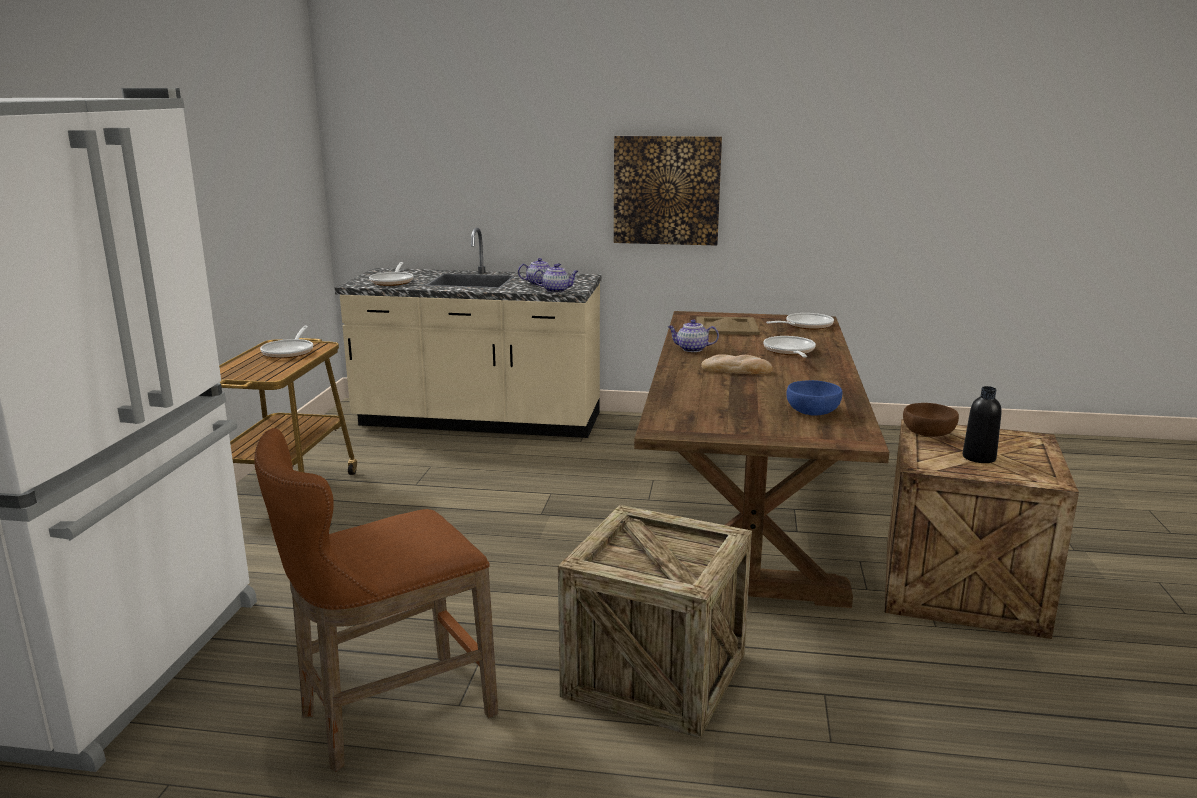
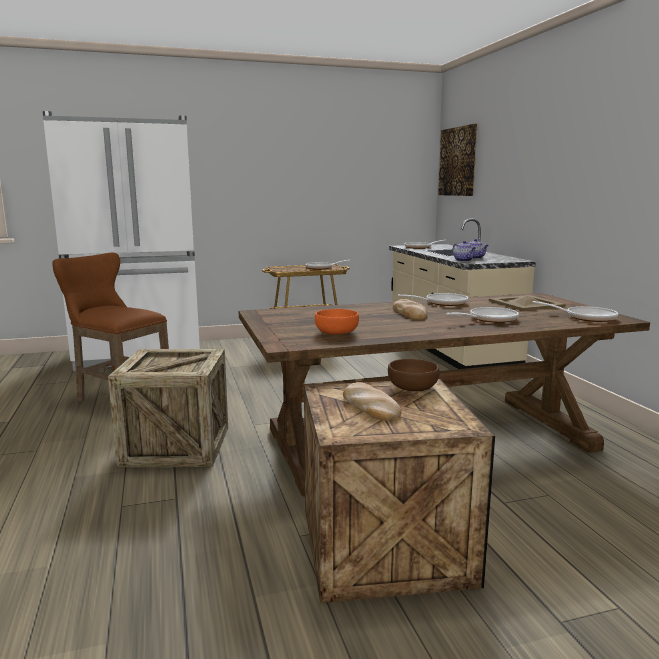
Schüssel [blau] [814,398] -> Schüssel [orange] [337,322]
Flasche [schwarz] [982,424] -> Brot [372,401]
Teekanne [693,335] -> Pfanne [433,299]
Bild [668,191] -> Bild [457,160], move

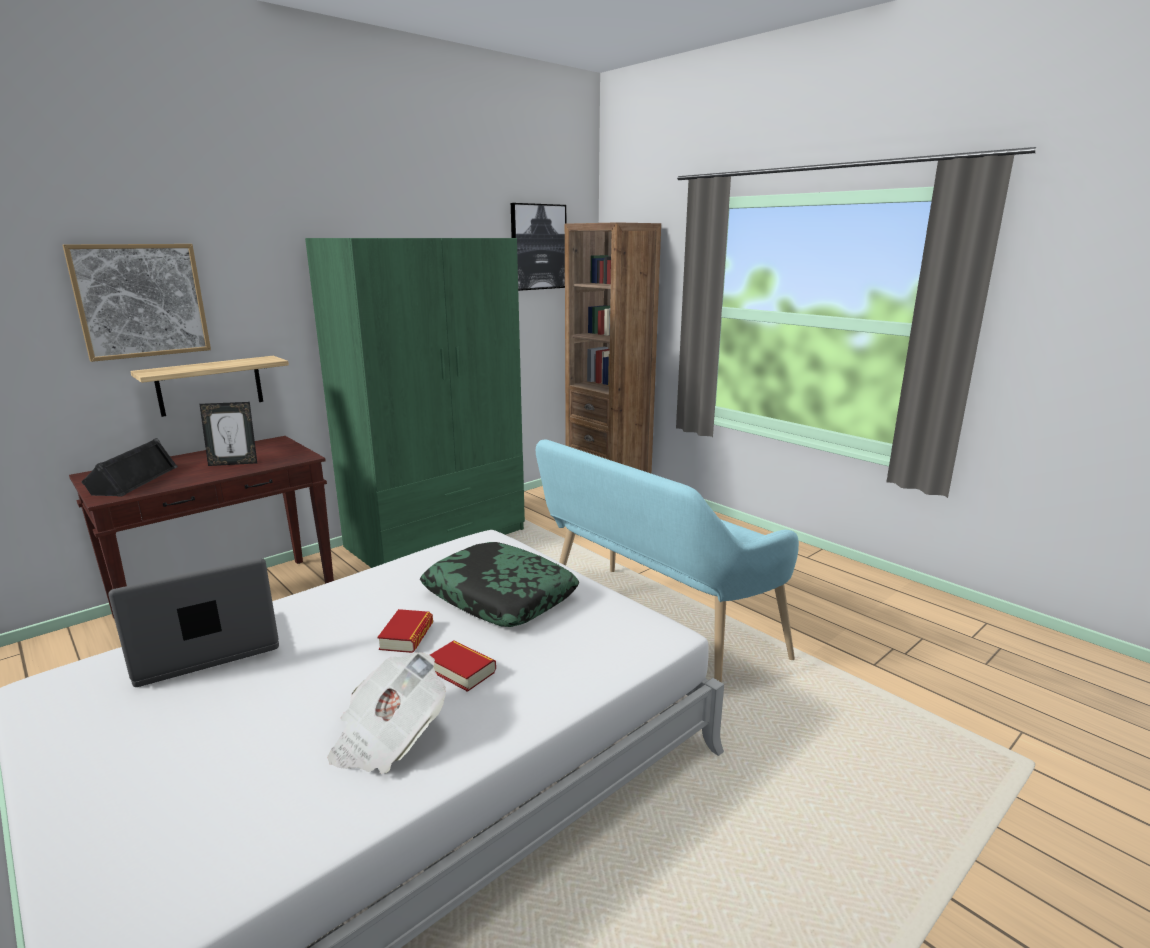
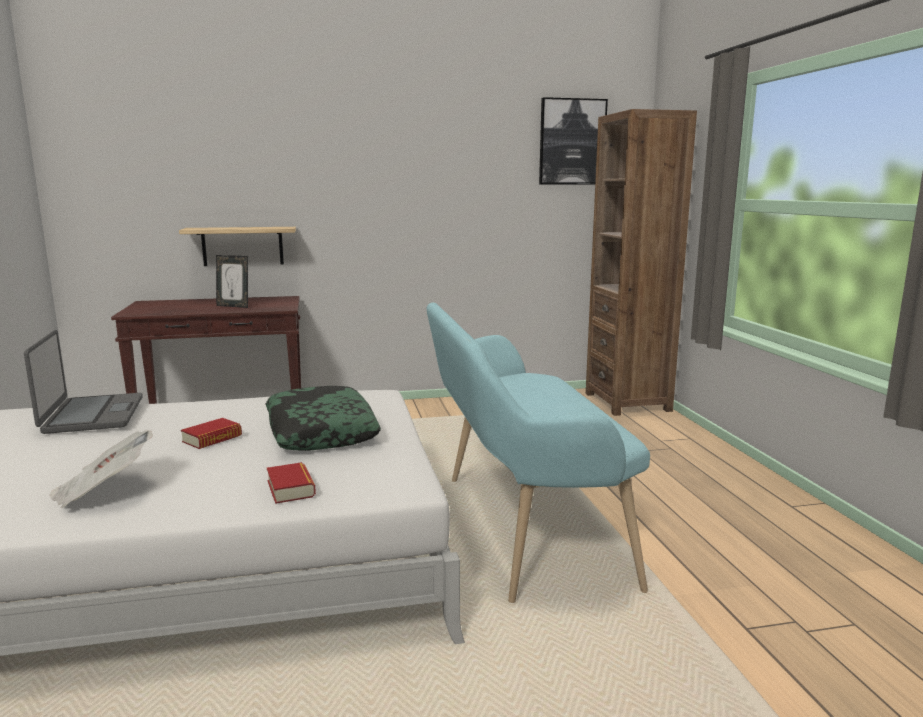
Laptop [193,622] -> Laptop [83,382], 75 degrees clockwise
Buch [463,666] -> Buch [291,483], move
Bild [136,303] -> none
Lautsprecher [schwarz] [130,467] -> none
Kleiderschrank [grün] [415,403] -> none

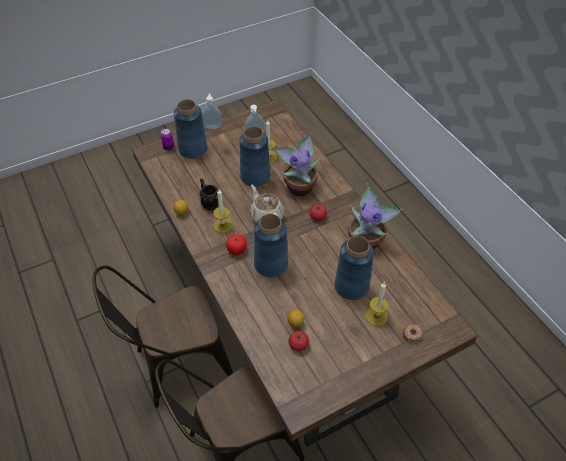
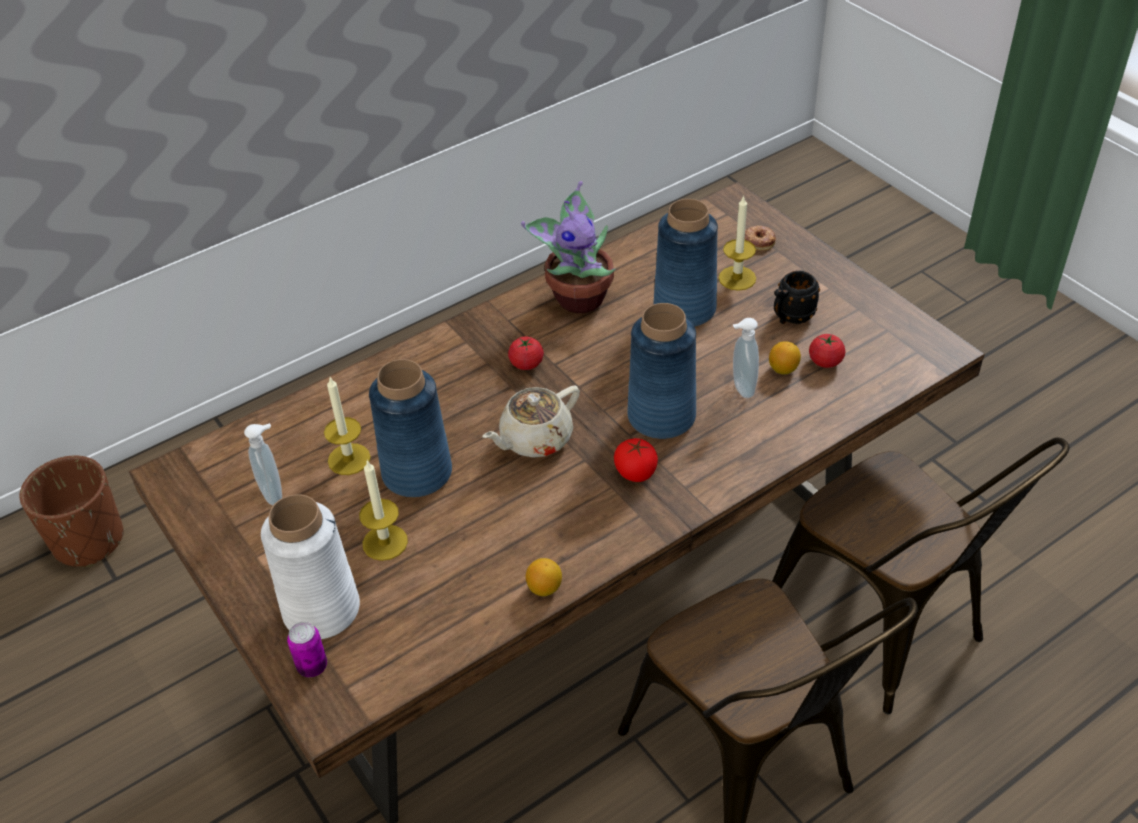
none -> Pflanzkübel [braun] [71,511]
Vase [blau] [191,129] -> Vase [weiß] [310,566]
Kerze [223,211] -> Kerze [383,510], move
Seifenspender [212,111] -> Seifenspender [746,358], move
Henkelbecher [schwarz] [209,194] -> Henkelbecher [schwarz] [797,297], move
Topfpflanze [296,165] -> none

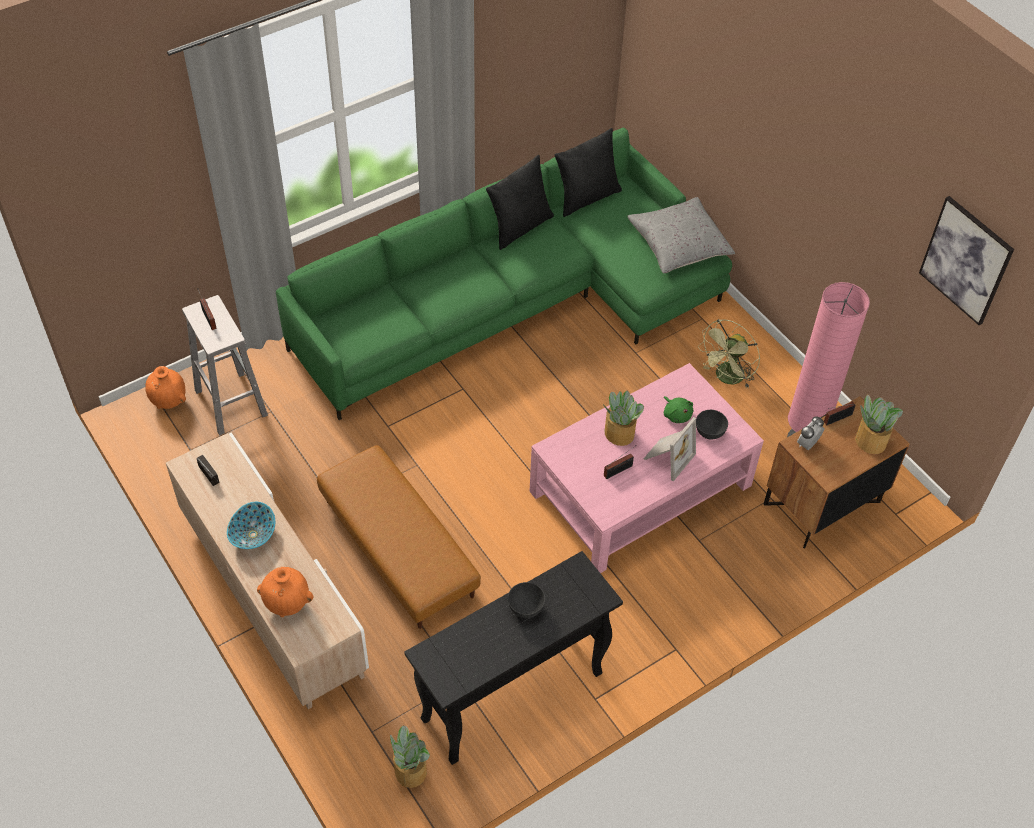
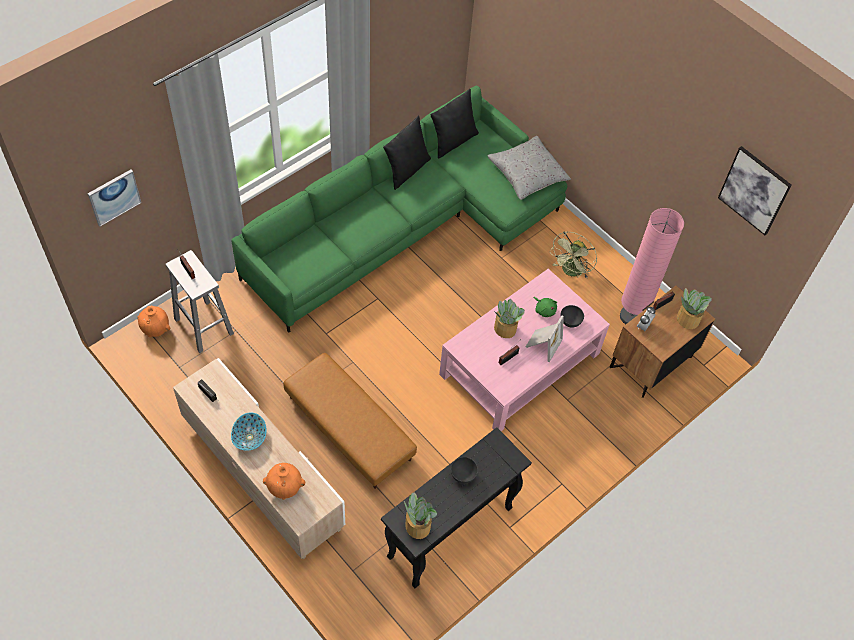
none -> Bild [115,198]
Topfpflanze [410,756] -> Topfpflanze [420,515], move

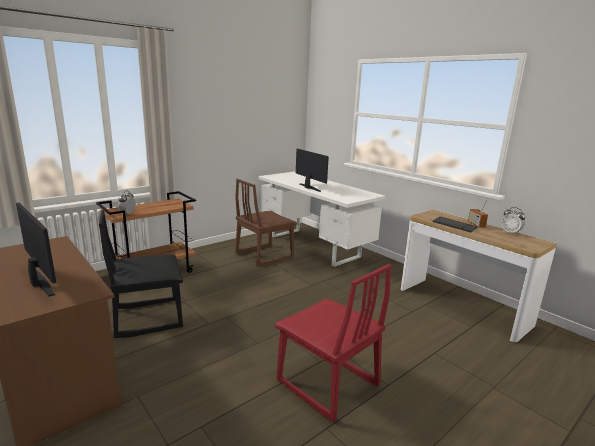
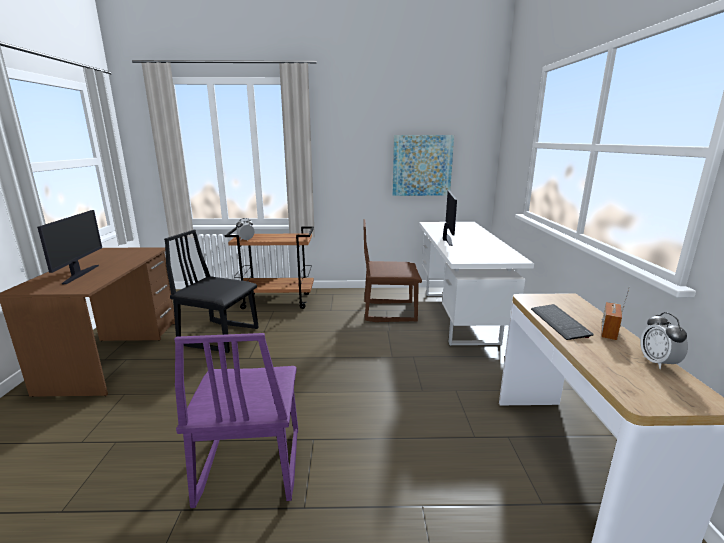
Stuhl [rot] [333,343] -> Stuhl [lila] [236,420]
none -> Bild [423,165]

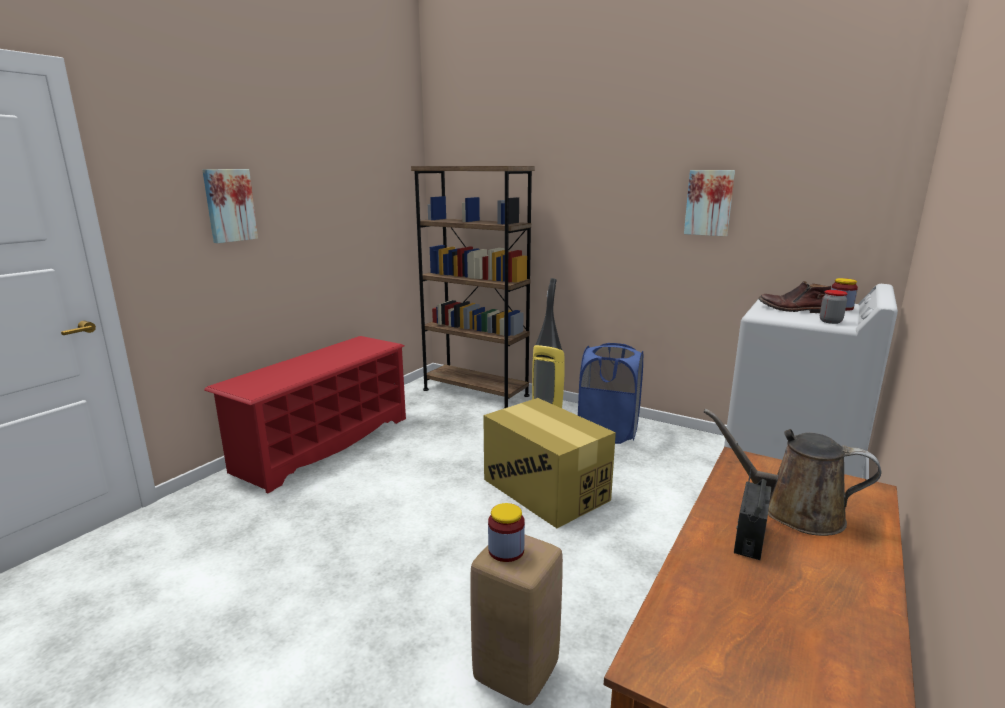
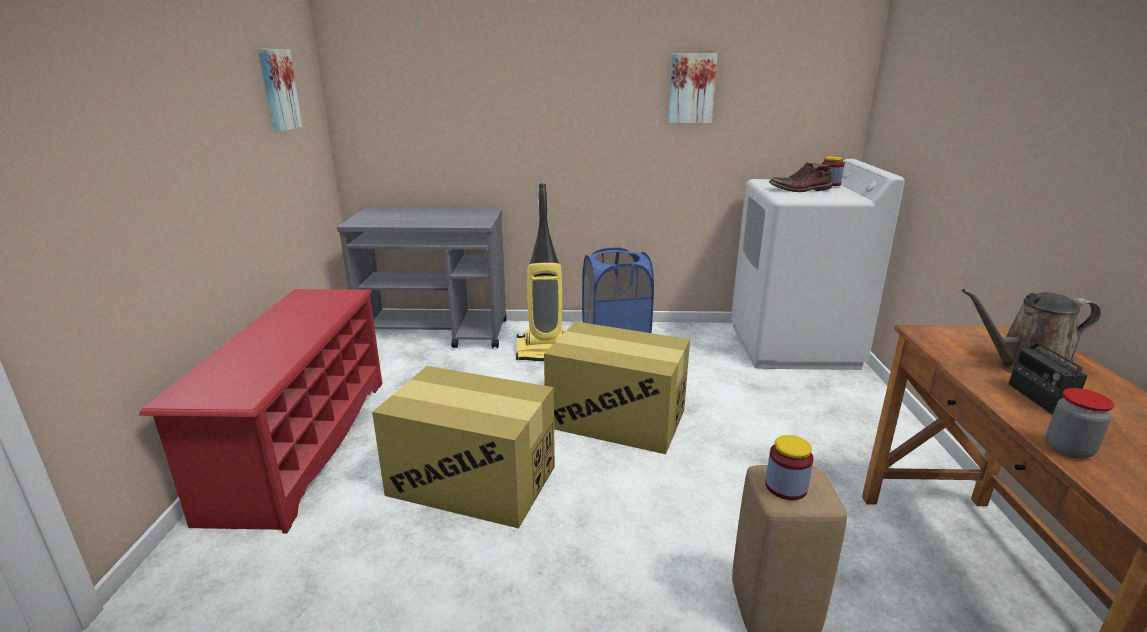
Bild [230,206] -> Bild [280,90], move
Bücherregal [braun] [473,287] -> Rollwagen [grau] [421,278]
none -> Karton [463,447]
Vorratsglas [834,307] -> Vorratsglas [1080,423], move

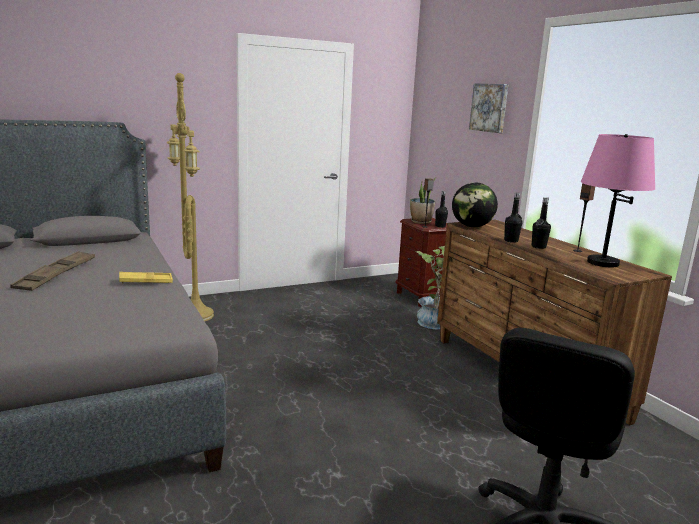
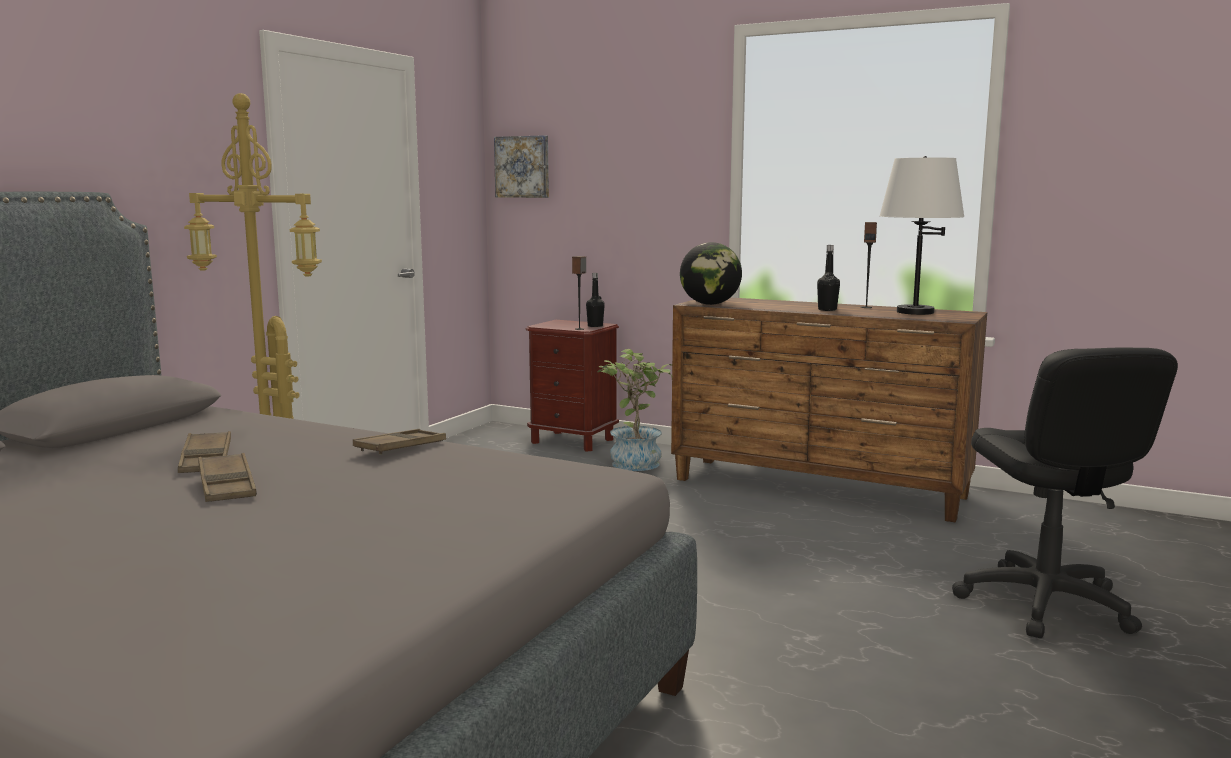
Tablett [gelb] [146,278] -> Tablett [braun] [399,442]
Bild [488,108] -> Bild [521,166], move
Tischlampe [rosa] [618,201] -> Tischlampe [weiß] [922,235]
Topfpflanze [423,201] -> none
Flasche [schwarz] [513,218] -> none

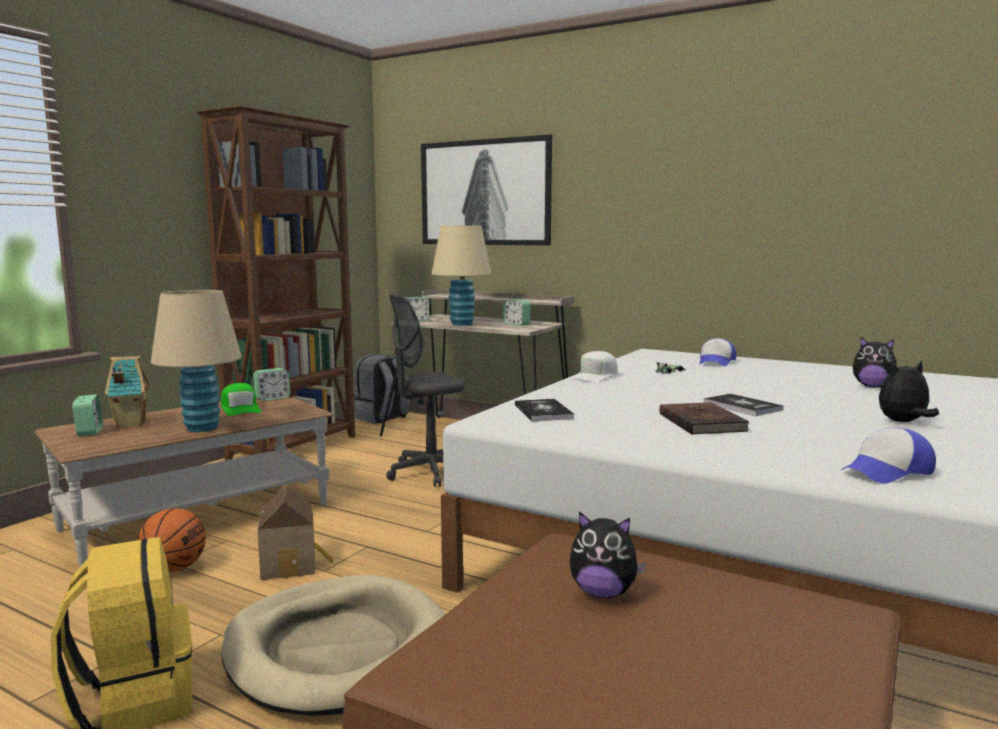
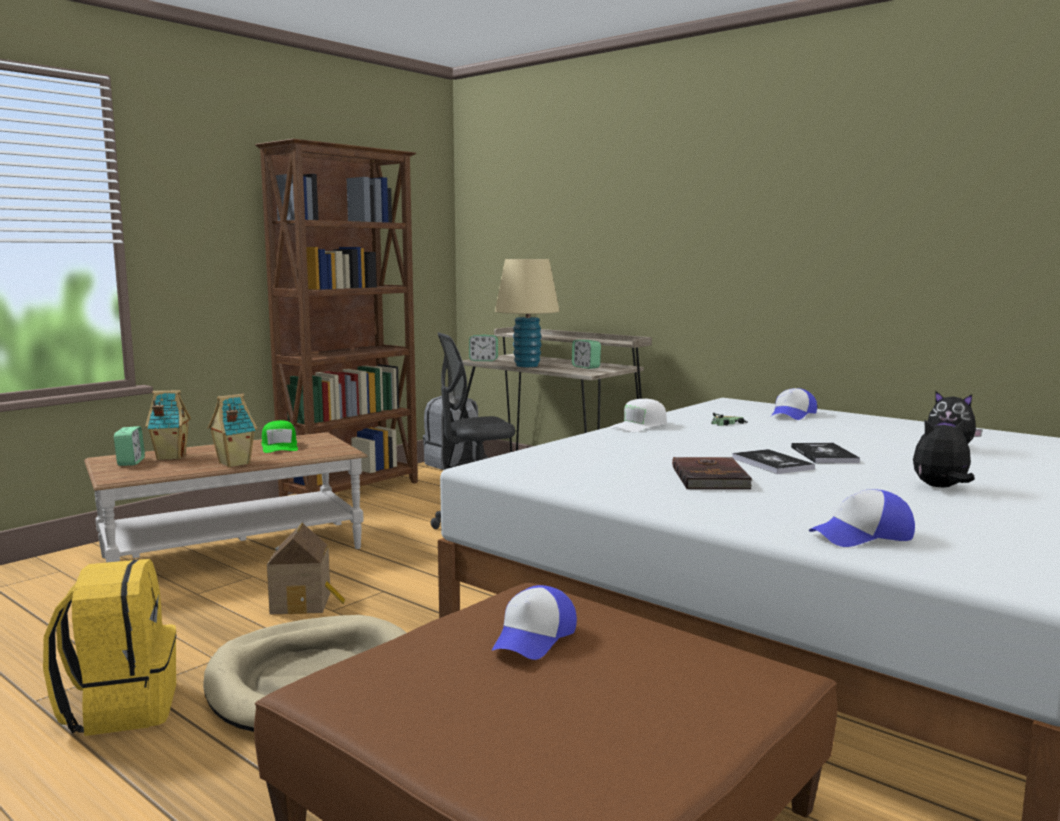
Tischlampe [beige] [196,361] -> Spielzeughaus [232,430]
Plüschtier [608,555] -> Kappe [534,622]
Buch [544,410] -> Buch [825,453], move
Basketball [172,540] -> none
Wecker [271,384] -> none
Bild [486,189] -> none

